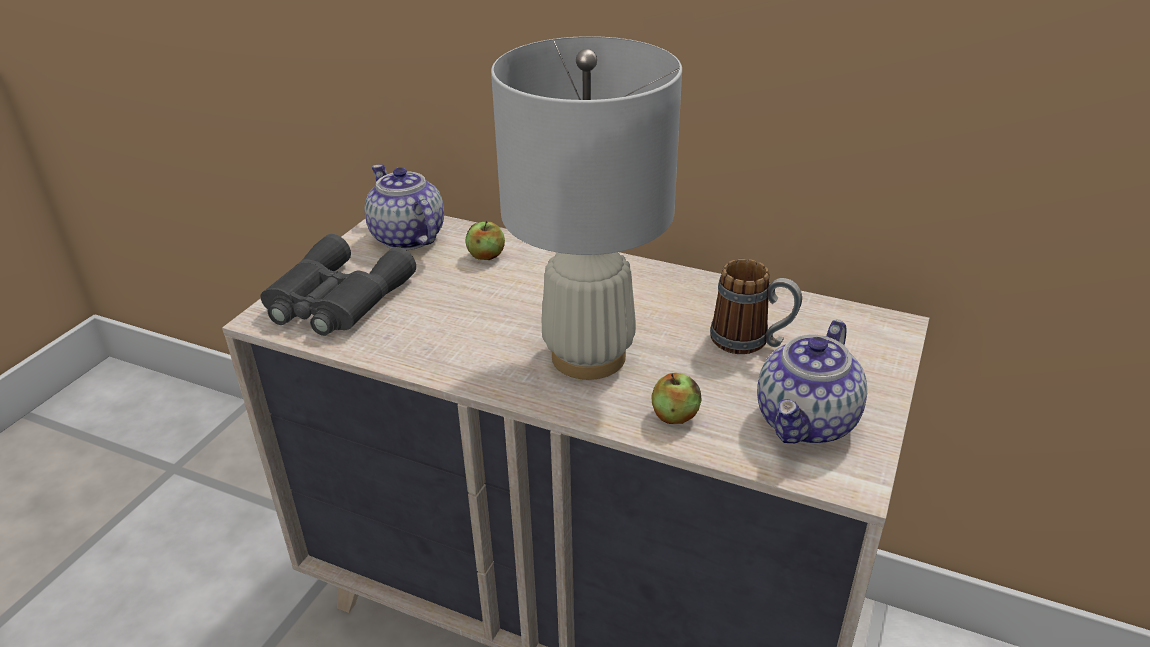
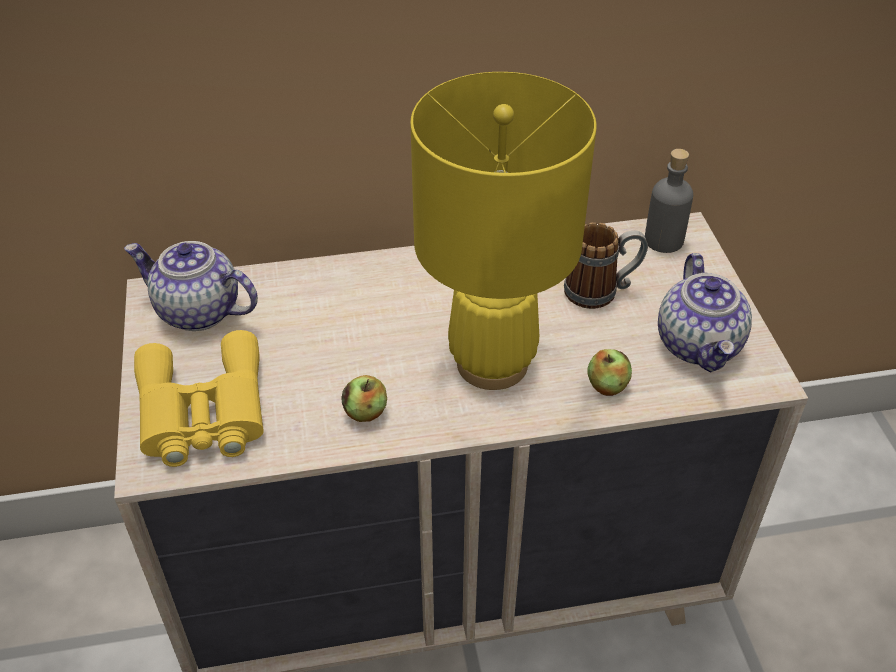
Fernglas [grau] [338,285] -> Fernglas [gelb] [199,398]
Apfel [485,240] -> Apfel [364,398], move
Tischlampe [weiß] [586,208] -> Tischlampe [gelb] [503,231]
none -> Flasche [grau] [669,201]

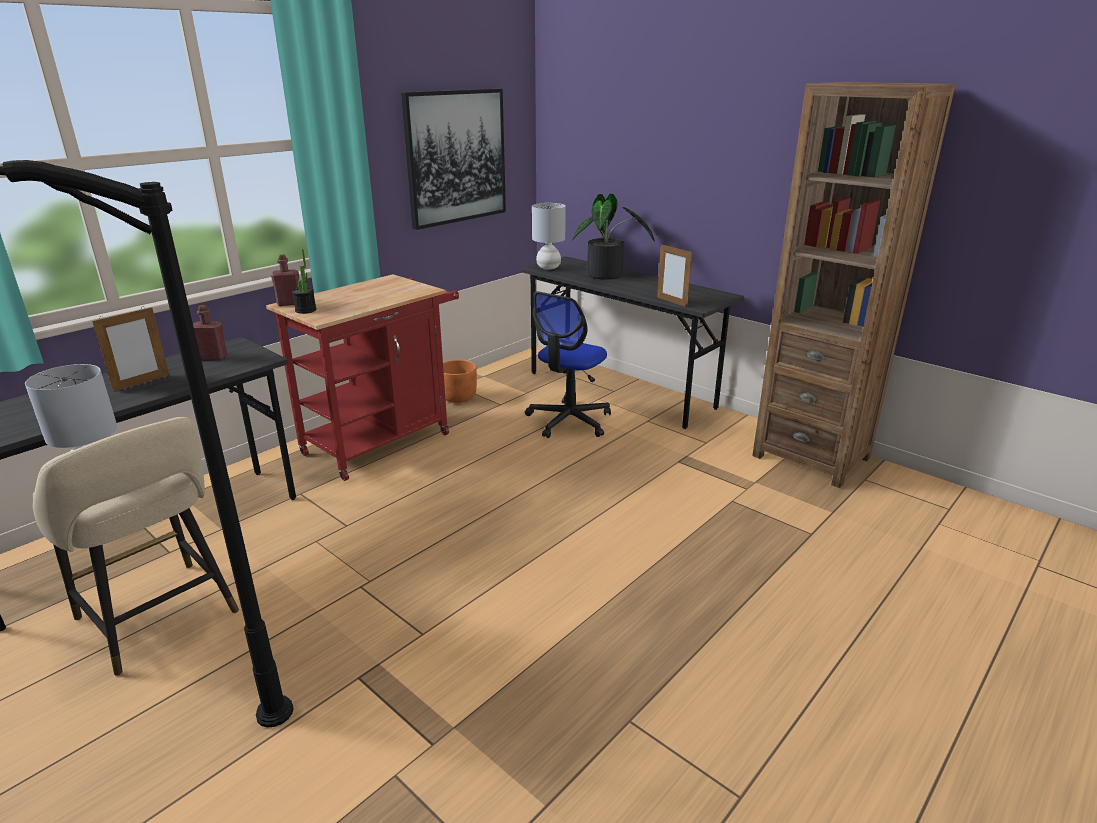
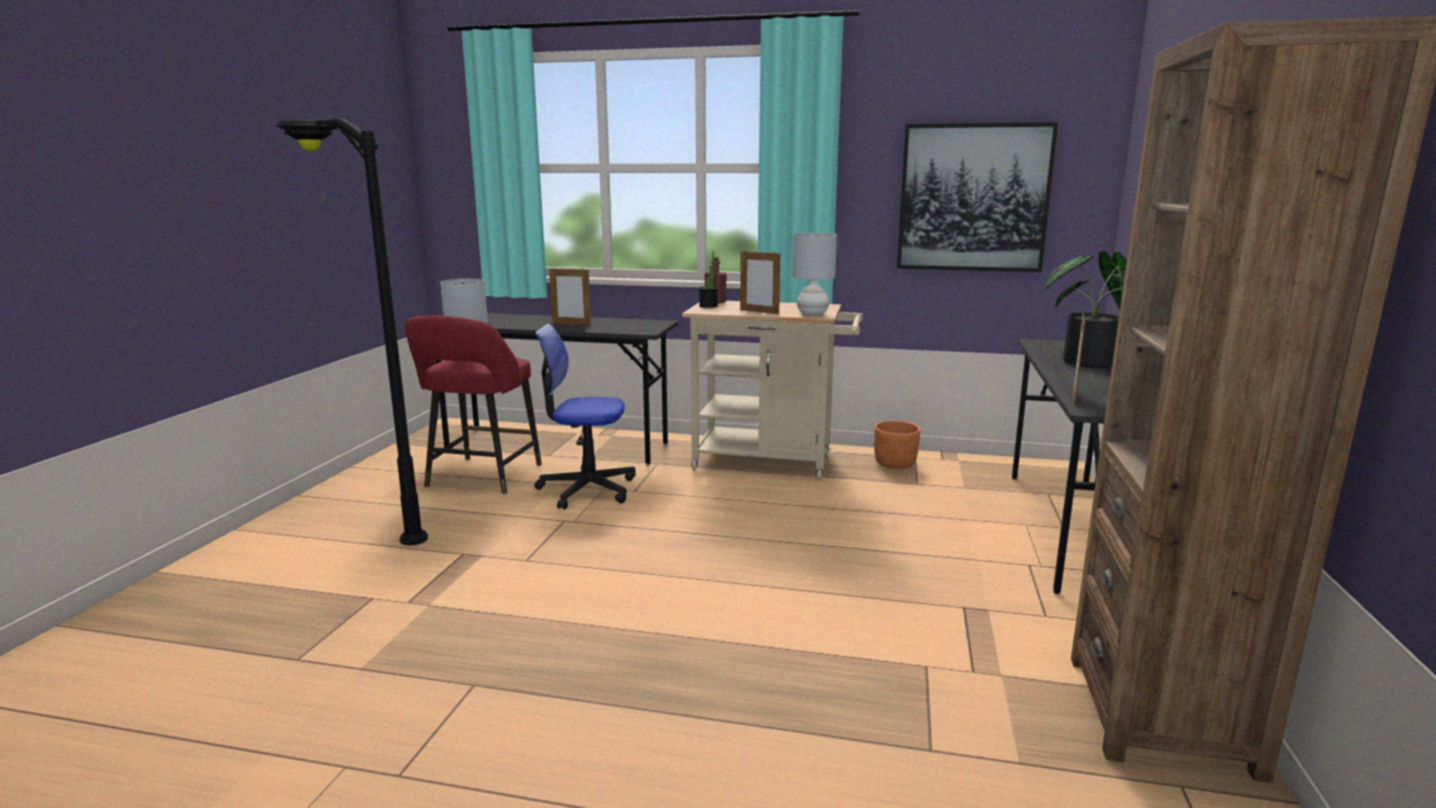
Hocker [beige] [136,546] -> Hocker [rot] [473,405]
Bürostuhl [568,364] -> Bürostuhl [585,417], move
Rollwagen [rot] [362,377] -> Rollwagen [beige] [772,390]
none -> Bilderrahmen [760,281]
Tischlampe [grau] [549,236] -> Tischlampe [grau] [815,274], move
Flasche [rot] [210,332] -> none

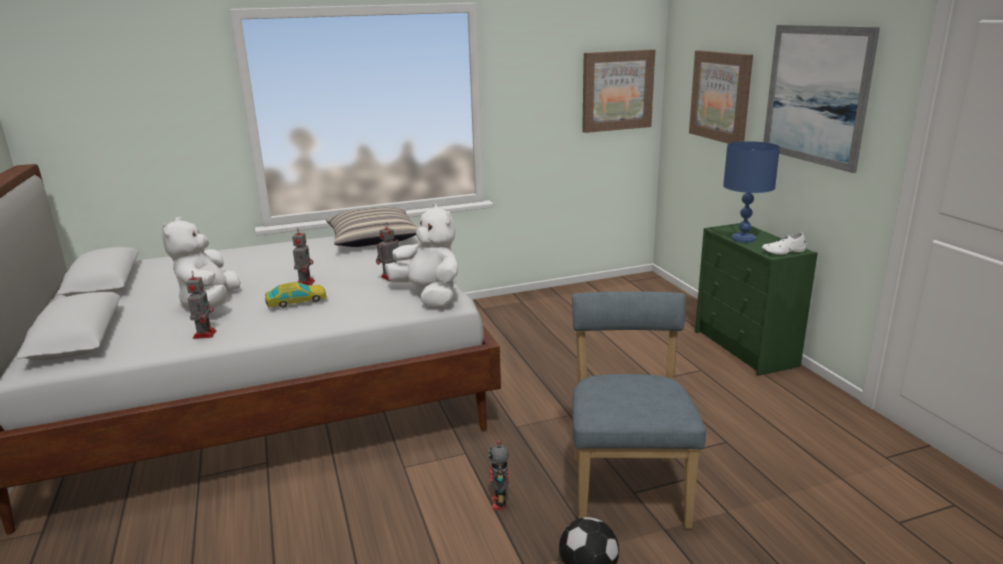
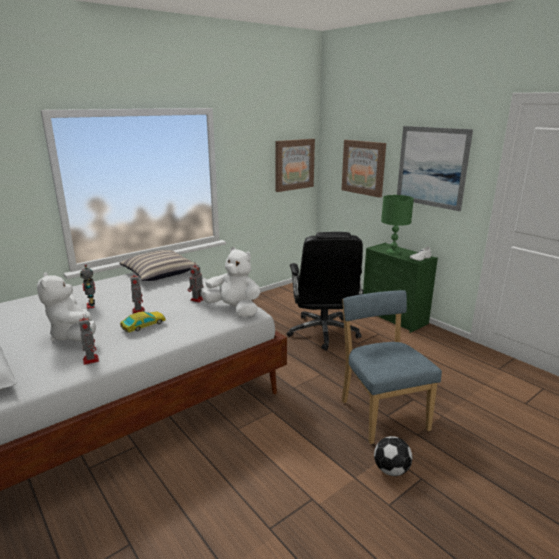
Spielzeugroboter [498,475] -> Spielzeugroboter [87,287], move
none -> Bürostuhl [schwarz] [325,291]
Tischlampe [blau] [751,192] -> Tischlampe [grün] [397,225]

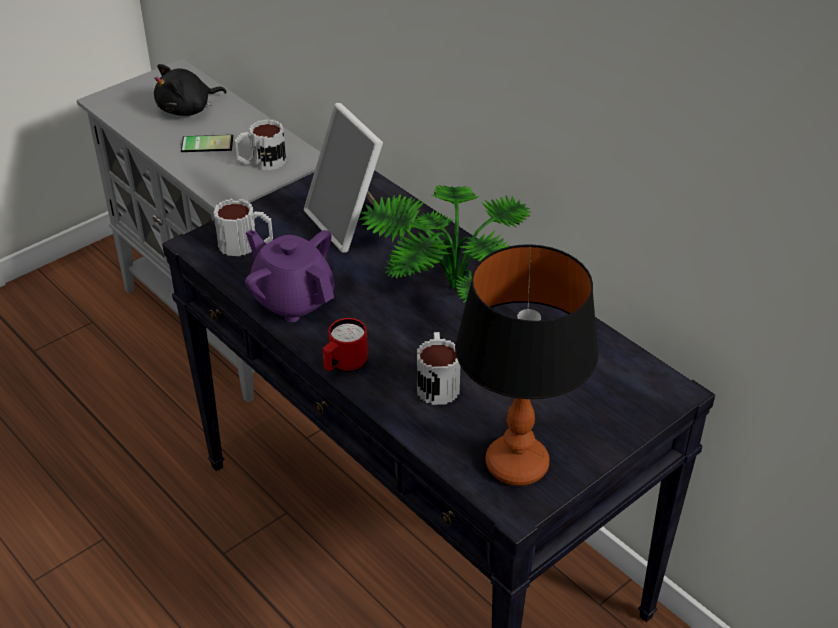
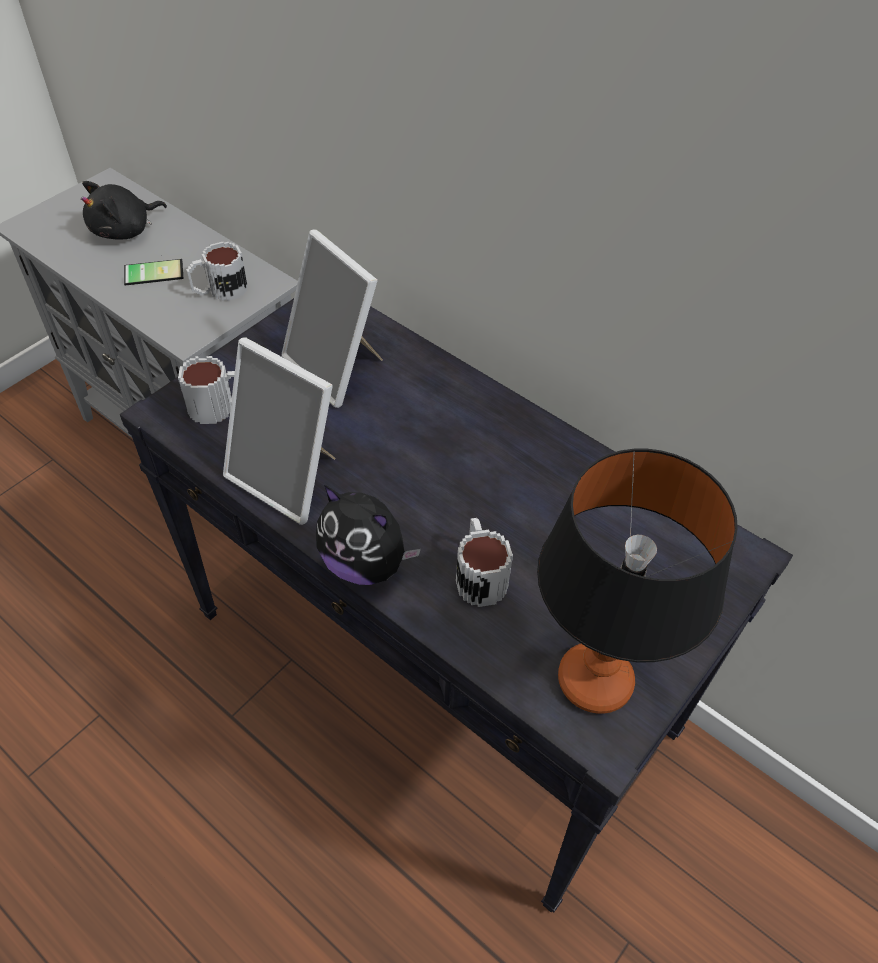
Teekanne [lila] [289,276] -> Bilderrahmen [279,431]
Henkelbecher [rot] [345,345] -> Plüschtier [368,535]
Topfpflanze [445,244] -> none

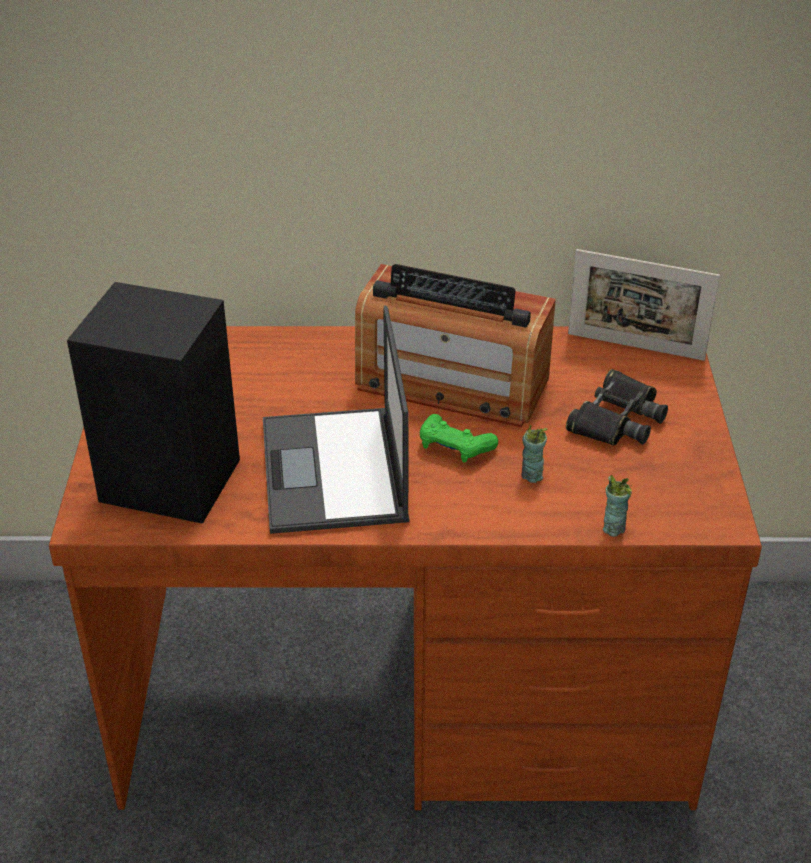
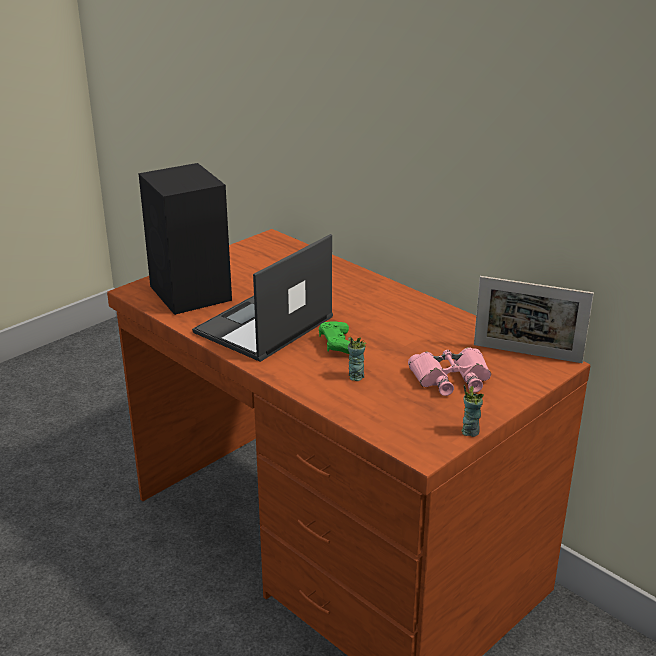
Fernglas [schwarz] [617,407] -> Fernglas [rosa] [449,371]
Tasse [617,506] -> Tasse [472,411], move
Bilderrahmen [644,305] -> Bilderrahmen [534,319], 45 degrees counterclockwise
Radio [455,345] -> none

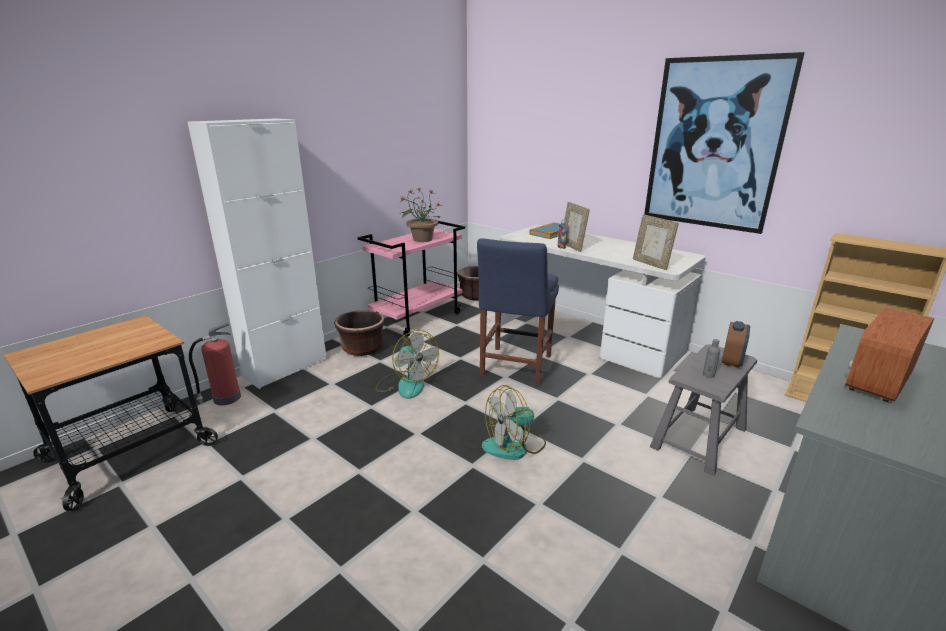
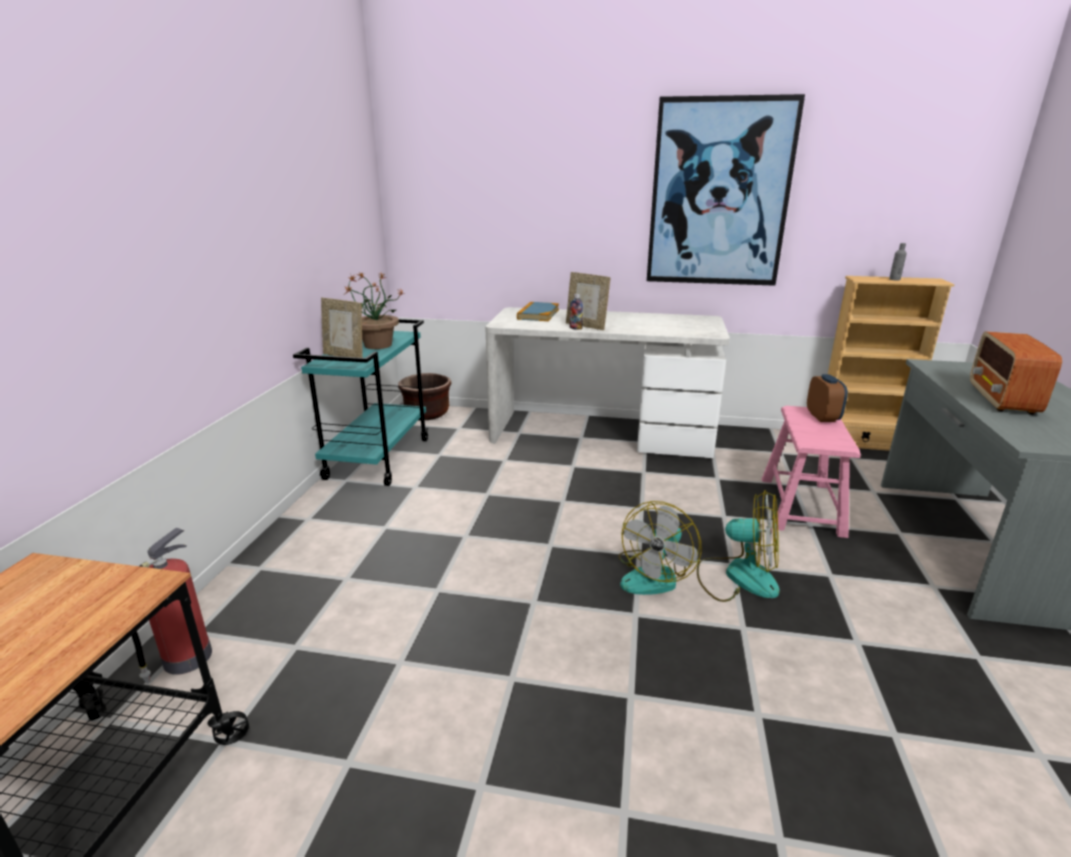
Rollwagen [rosa] [411,279] -> Rollwagen [türkis] [361,402]
Bilderrahmen [656,242] -> Bilderrahmen [342,328], move
Ventilator [407,364] -> Ventilator [738,546], move
Hocker [grau] [703,410] -> Hocker [rosa] [811,472]
Flasche [grau] [711,358] -> Flasche [grau] [898,262], move
Schrank [weiß] [257,253] -> none
Pflanzkübel [braun] [359,333] -> none
Stuhl [blau] [518,312] -> none

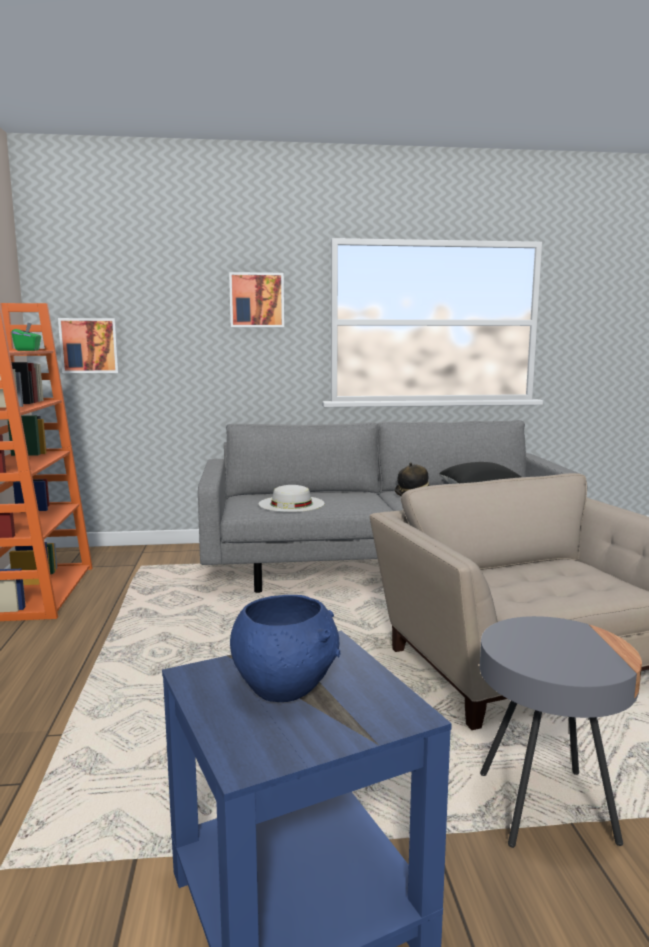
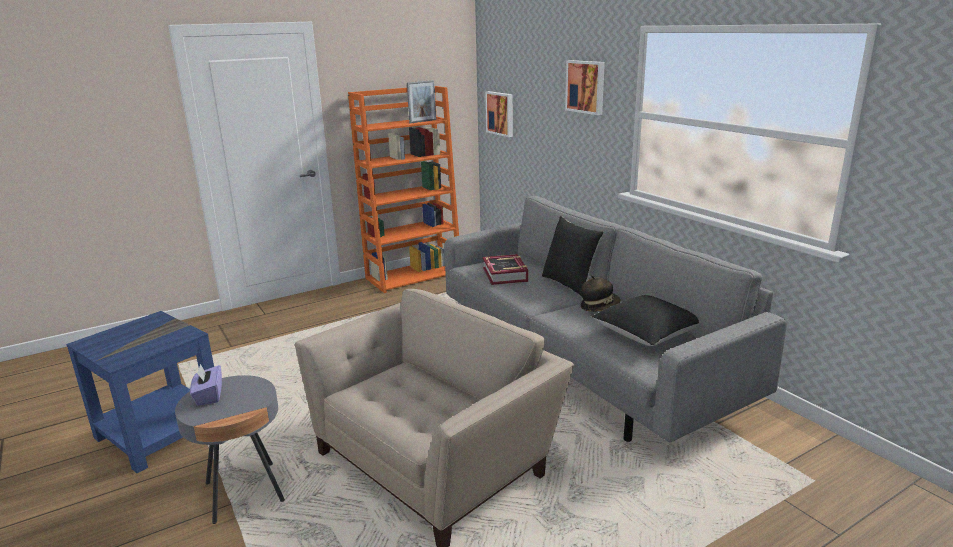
none -> Taschentuchbox [lila] [206,385]
Taschentuchbox [grün] [26,337] -> Bilderrahmen [421,102]
Hut [weiß] [292,498] -> Buch [505,269]
none -> Kissen [schwarz] [573,256]
Schüssel [blau] [285,648] -> none

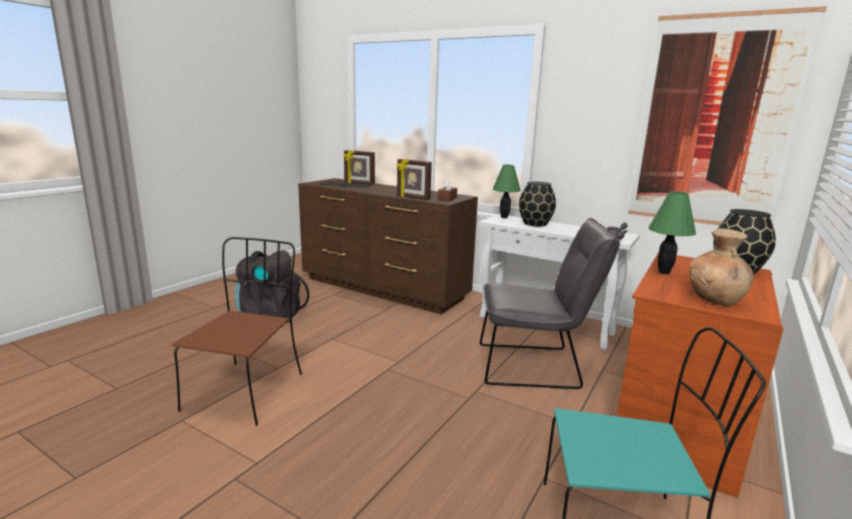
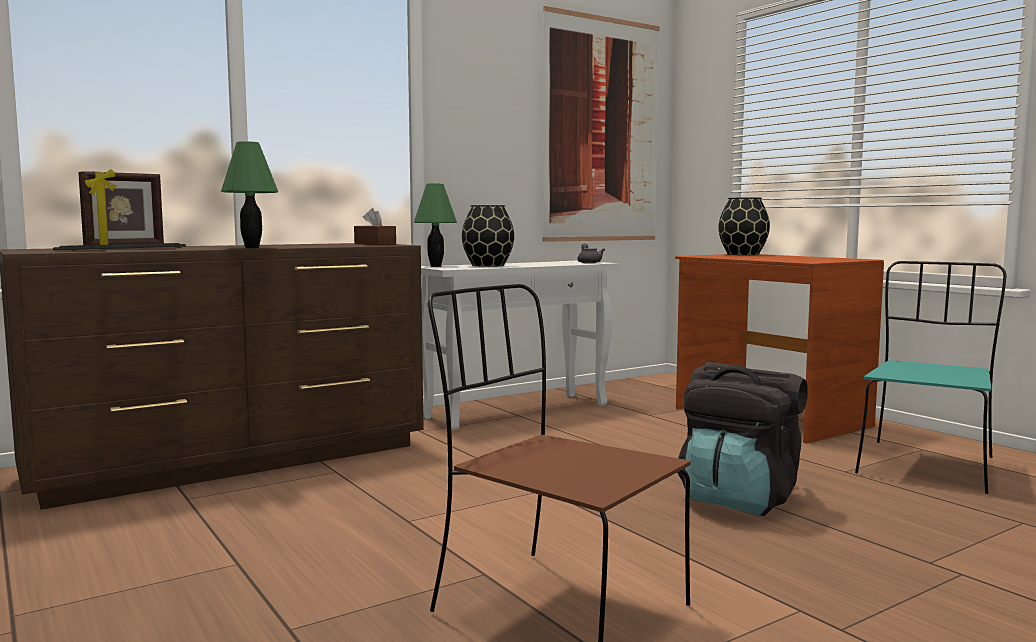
Tischlampe [grün] [672,232] -> Tischlampe [grün] [249,194], move
Rucksack [schwarz] [272,284] -> Rucksack [schwarz] [742,439], move
Bilderrahmen [414,179] -> none
Stuhl [grau] [550,303] -> none
Vase [braun] [721,267] -> none

